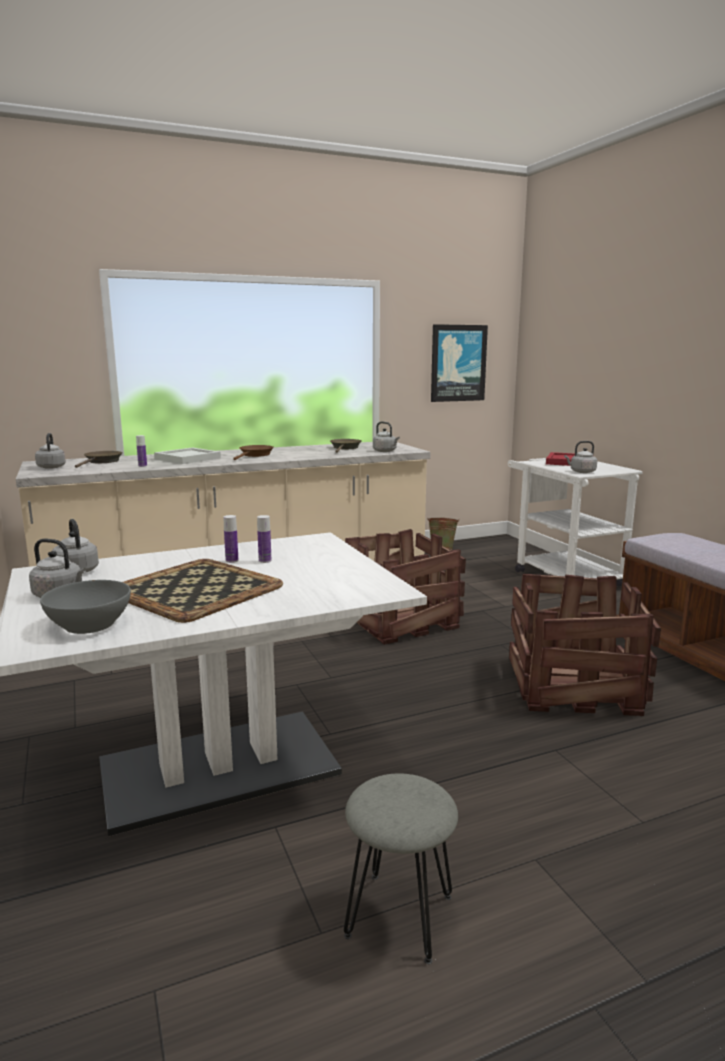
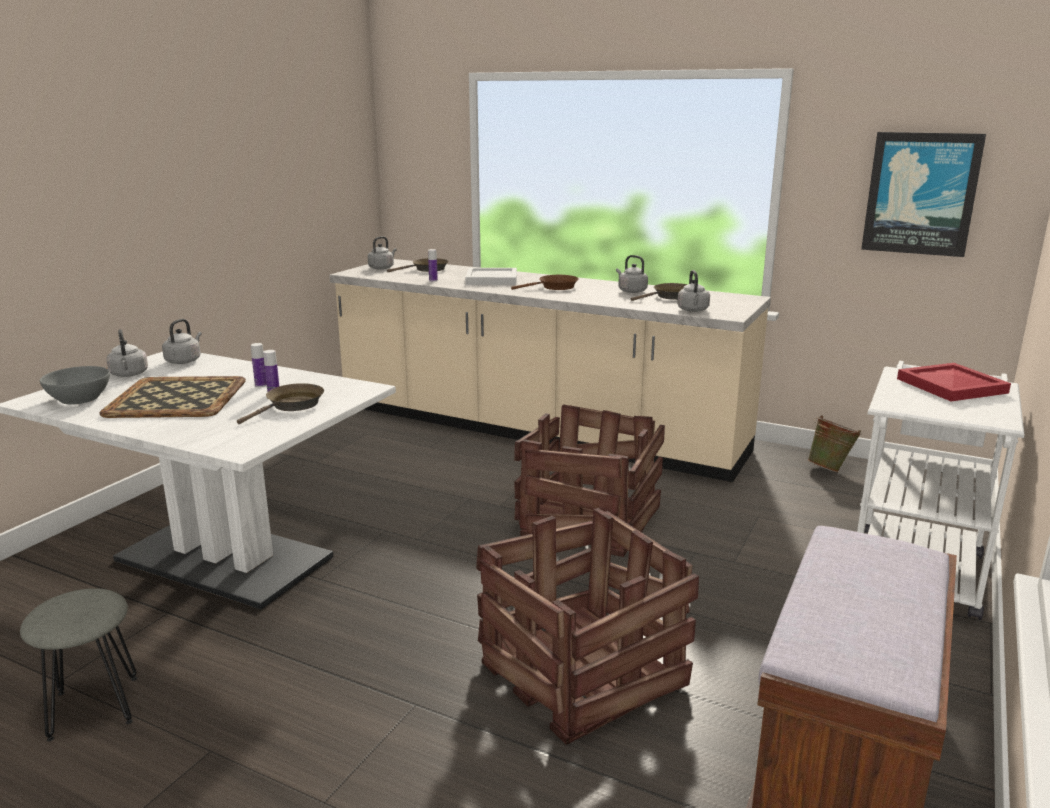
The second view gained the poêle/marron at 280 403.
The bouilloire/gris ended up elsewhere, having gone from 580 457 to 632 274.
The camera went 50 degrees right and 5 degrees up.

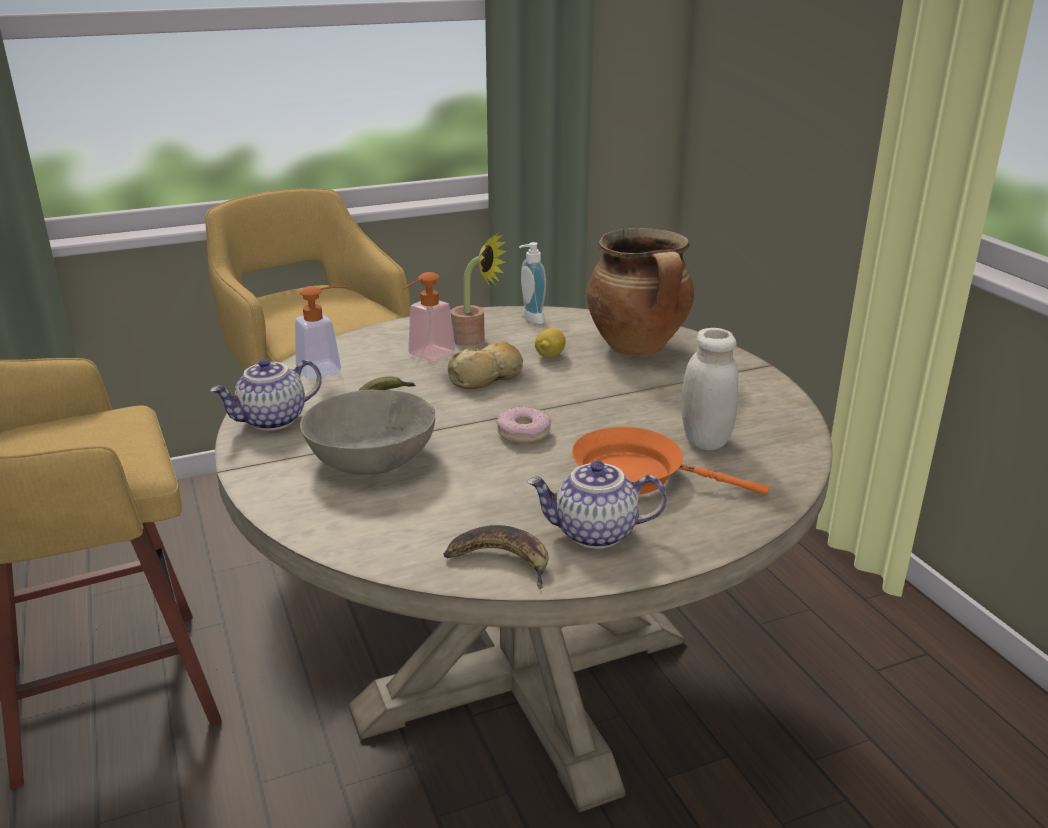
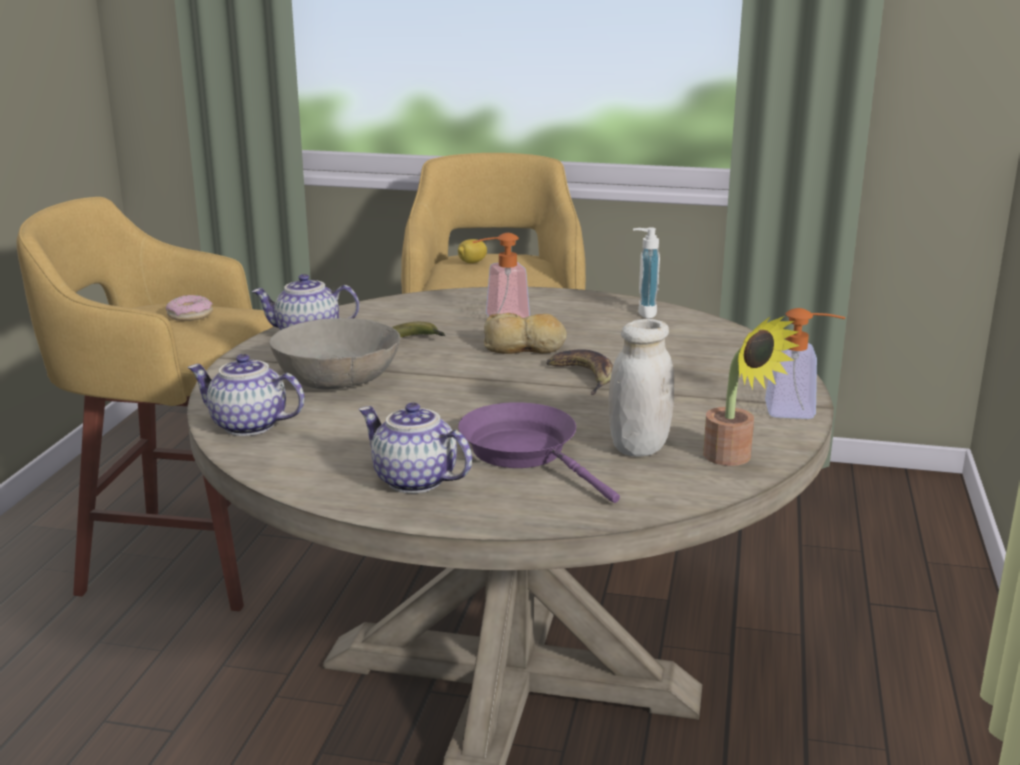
The second view lost the marmite at 640 292.
The second view gained the théière at 245 395.
The distributeur de savon ended up elsewhere, having gone from 320 332 to 805 363.
The banane ended up elsewhere, having gone from 496 557 to 579 372.
The plante en pot ended up elsewhere, having gone from 479 289 to 751 391.
The beignet ended up elsewhere, having gone from 523 425 to 189 308.
The citron ended up elsewhere, having gone from 550 343 to 472 251.
What was the poêle/orange at 670 461 turned into the poêle/violet at 539 452.
The camera went 35 degrees right and 5 degrees down.

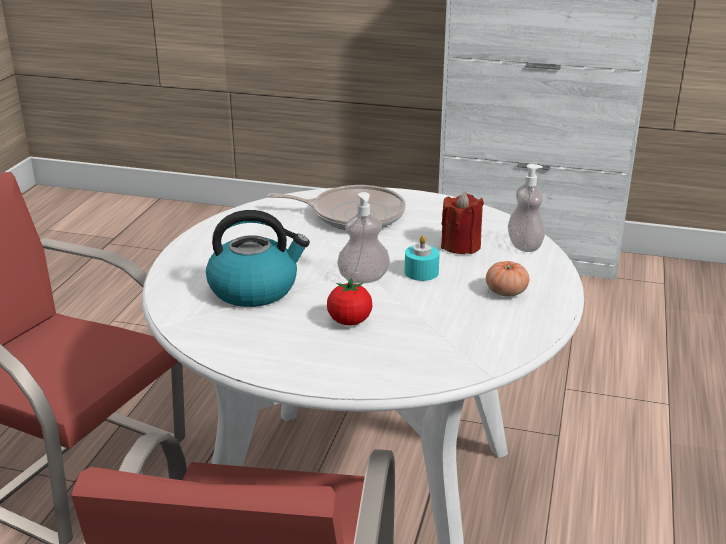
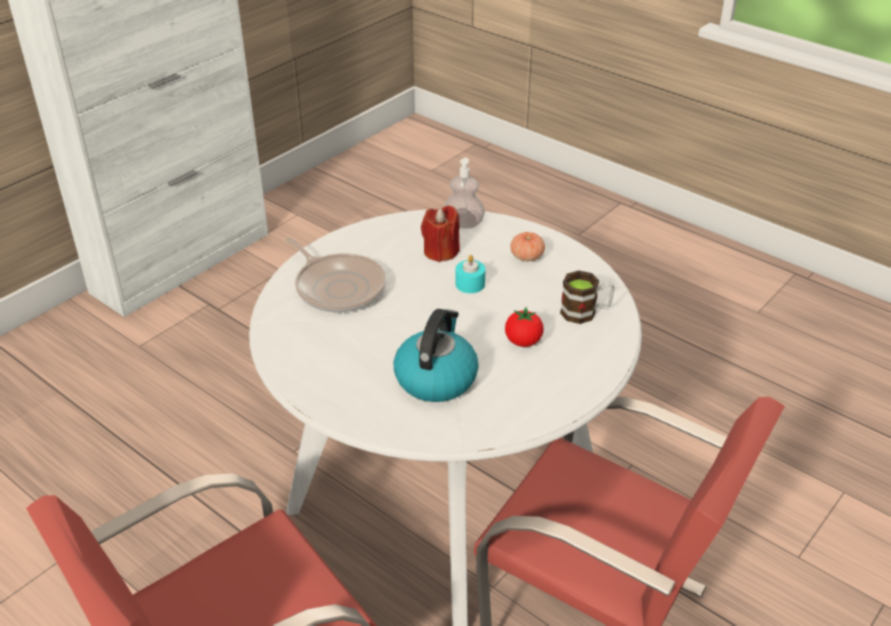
The second view lost the distributeur de savon at 363 238.
The second view gained the mug at 587 297.
The poêle at 336 207 ended up facing another way, 105 degrees clockwise from before.
The camera went 65 degrees left and 10 degrees up.

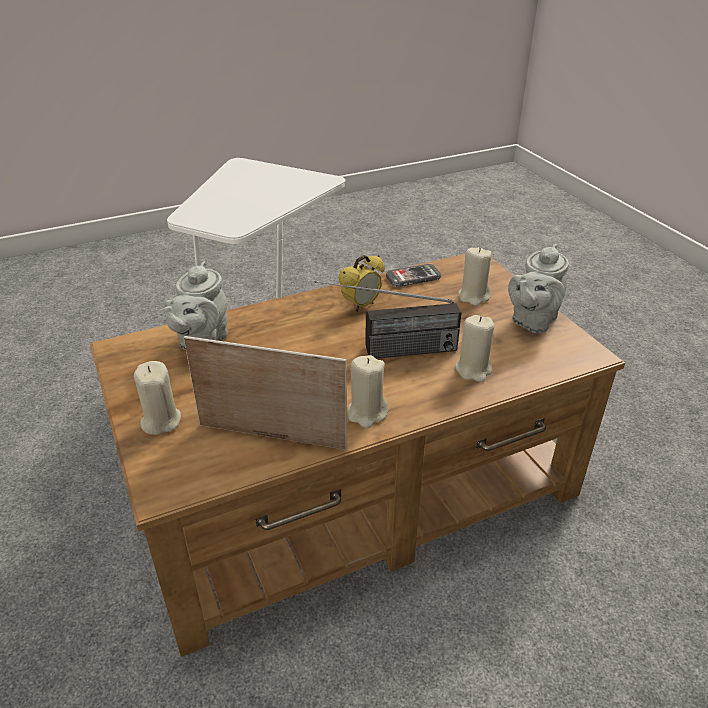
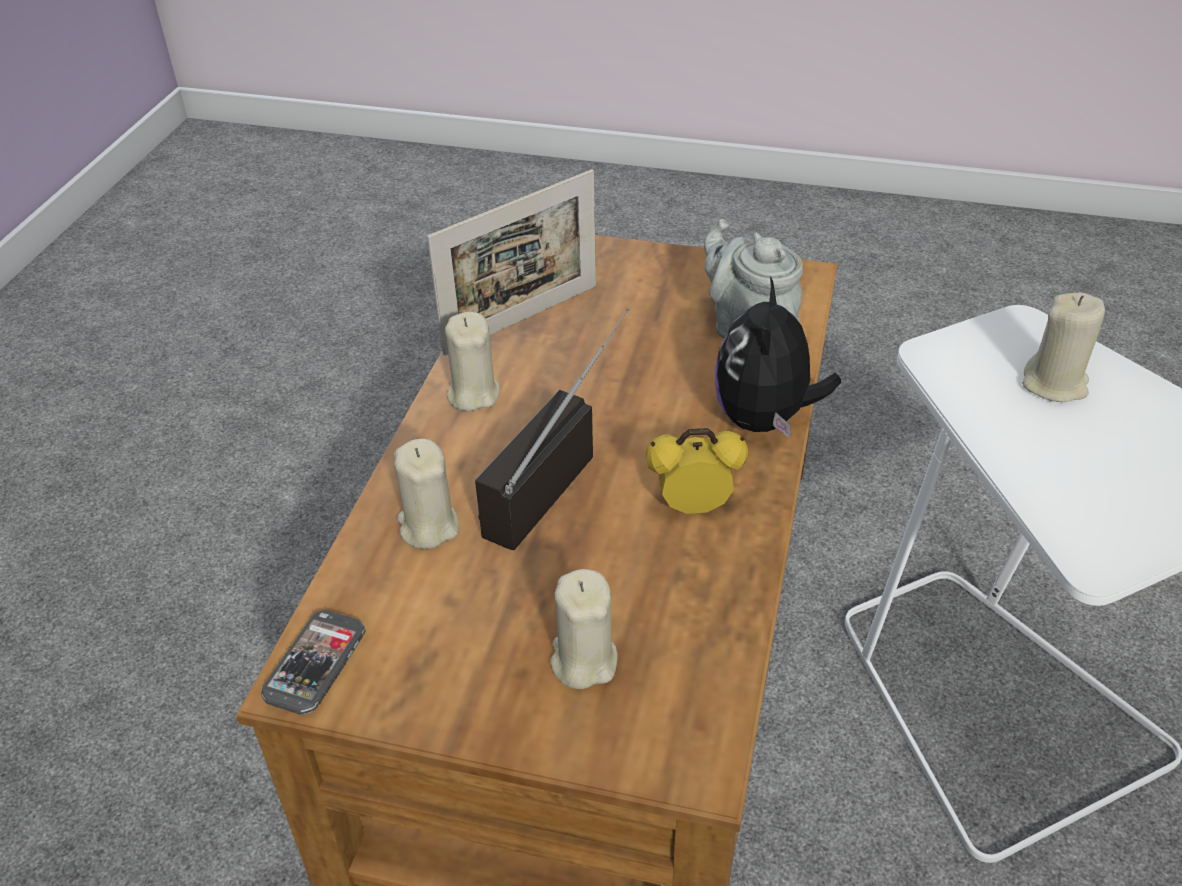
The second view lost the théière/gris at 538 288.
The second view gained the peluche at 778 357.
The bougie/beige ended up elsewhere, having gone from 157 398 to 1063 347.
The téléphone ended up elsewhere, having gone from 413 275 to 313 662.
The réveil at 362 283 ended up facing another way, 90 degrees clockwise from before.
The camera went 130 degrees right and 5 degrees up.

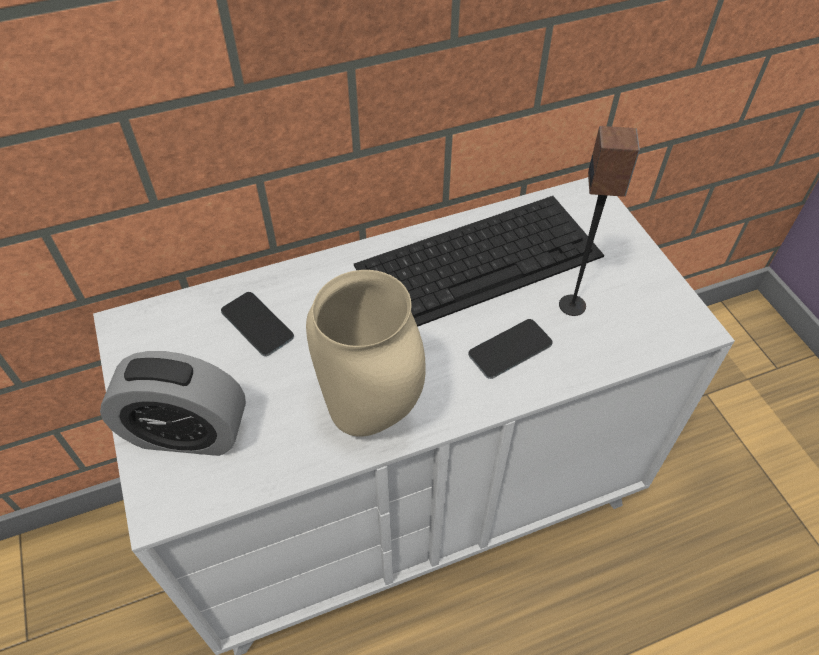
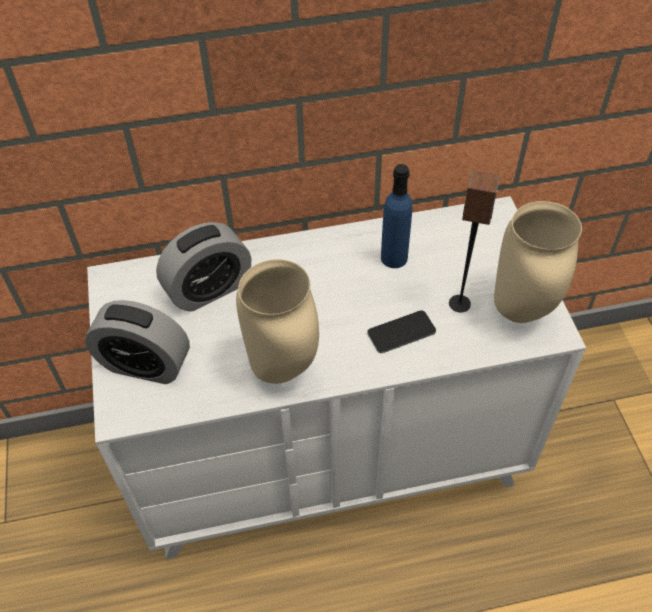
The second view gained the vase/beige at 538 262.
Where the téléphone stood at 257 324, the réveil came to stand at 203 266.
Where the clavier stood at 479 261, the bouteille/bleu came to stand at 397 216.
The camera went 10 degrees right and 0 degrees up.

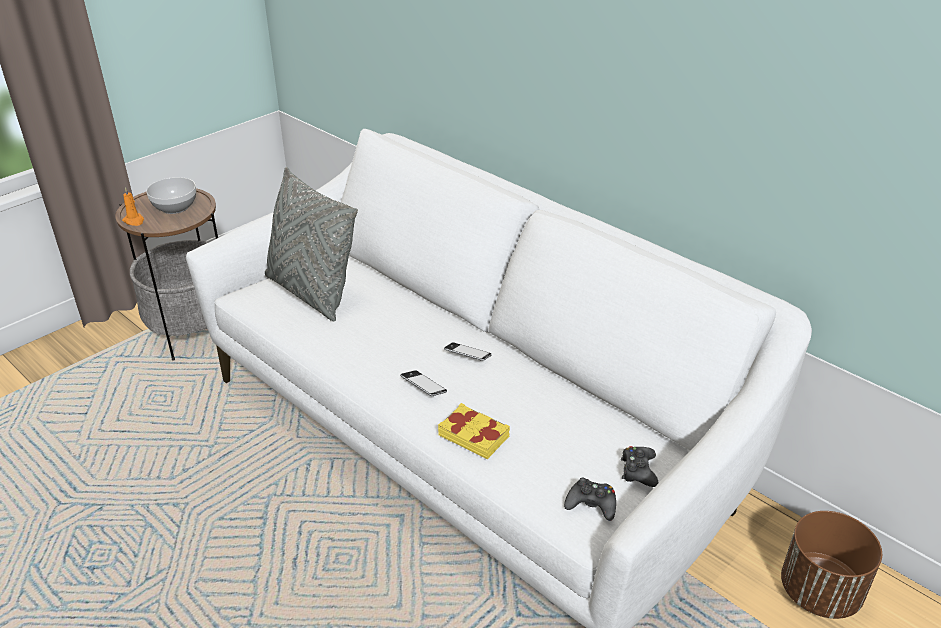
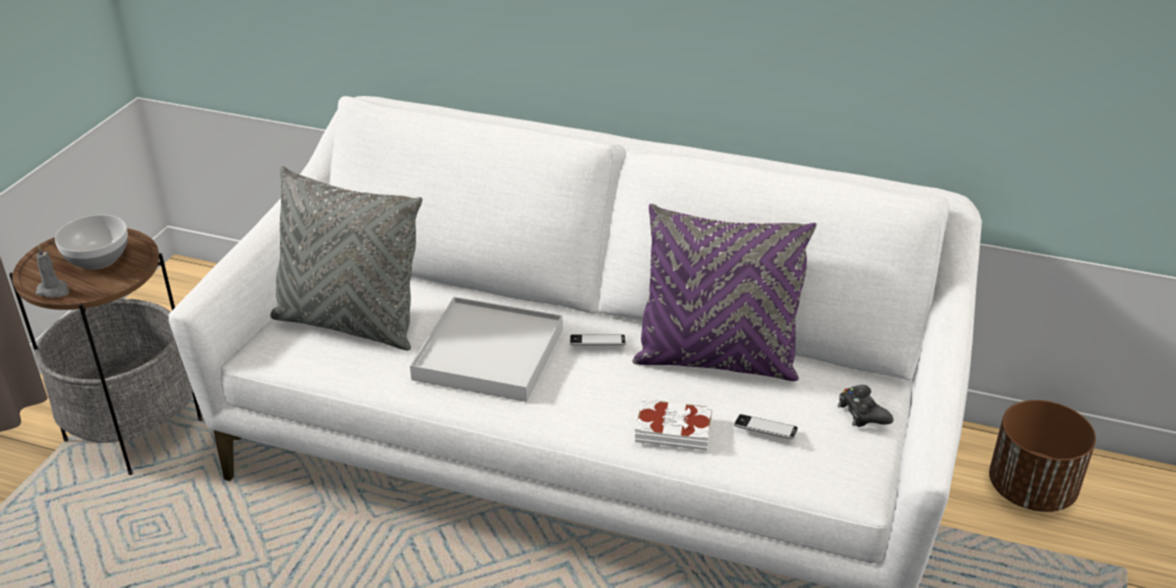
The second view lost the manette/noir at 590 499.
The second view gained the plateau/blanc at 486 349.
The second view gained the coussin/violet at 724 292.
The téléphone ended up elsewhere, having gone from 424 383 to 766 426.
What was the bougie/orange at 133 206 turned into the bougie/gris at 52 271.
What was the livre/jaune at 474 431 turned into the livre/blanc at 674 424.
The camera went 25 degrees left and 0 degrees up.

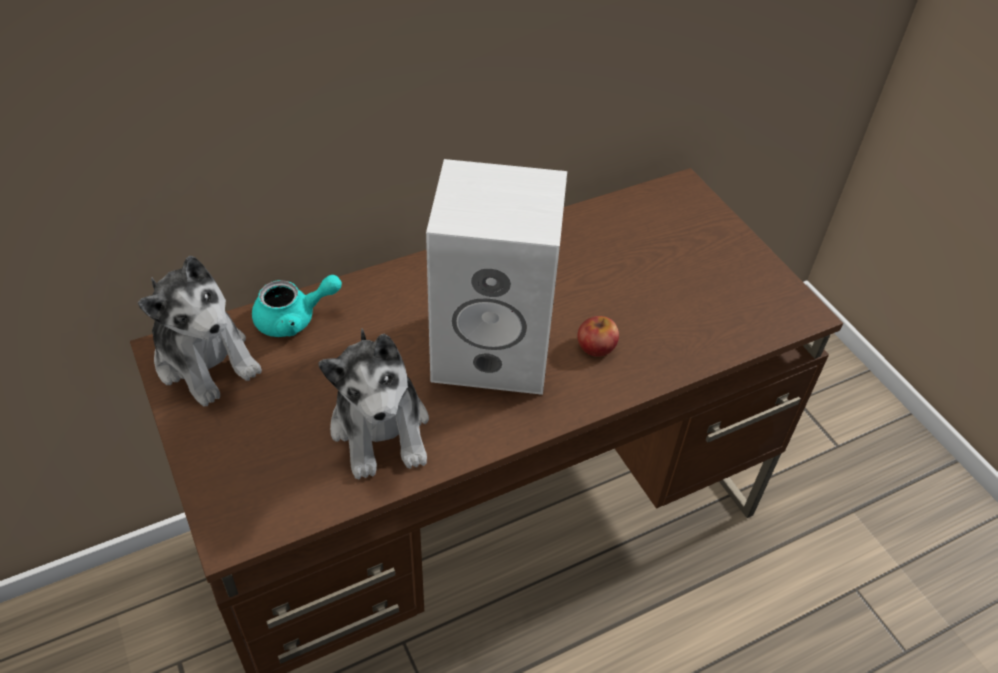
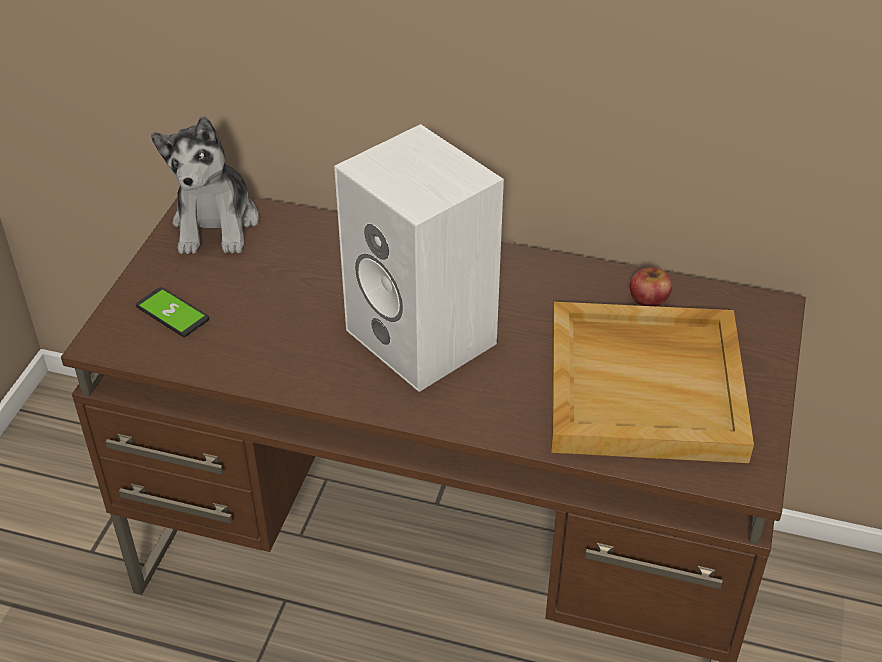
The second view lost the théière/turquoise at 297 306.
The second view lost the peluche at 373 404.
The second view gained the téléphone at 172 312.
The second view gained the plateau/beige at 652 382.
The pomme ended up elsewhere, having gone from 598 336 to 651 286.
The camera went 45 degrees right and 5 degrees down.

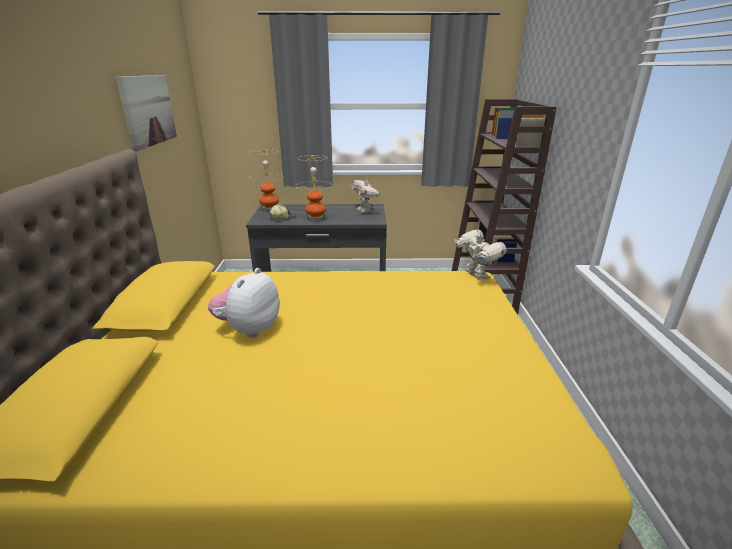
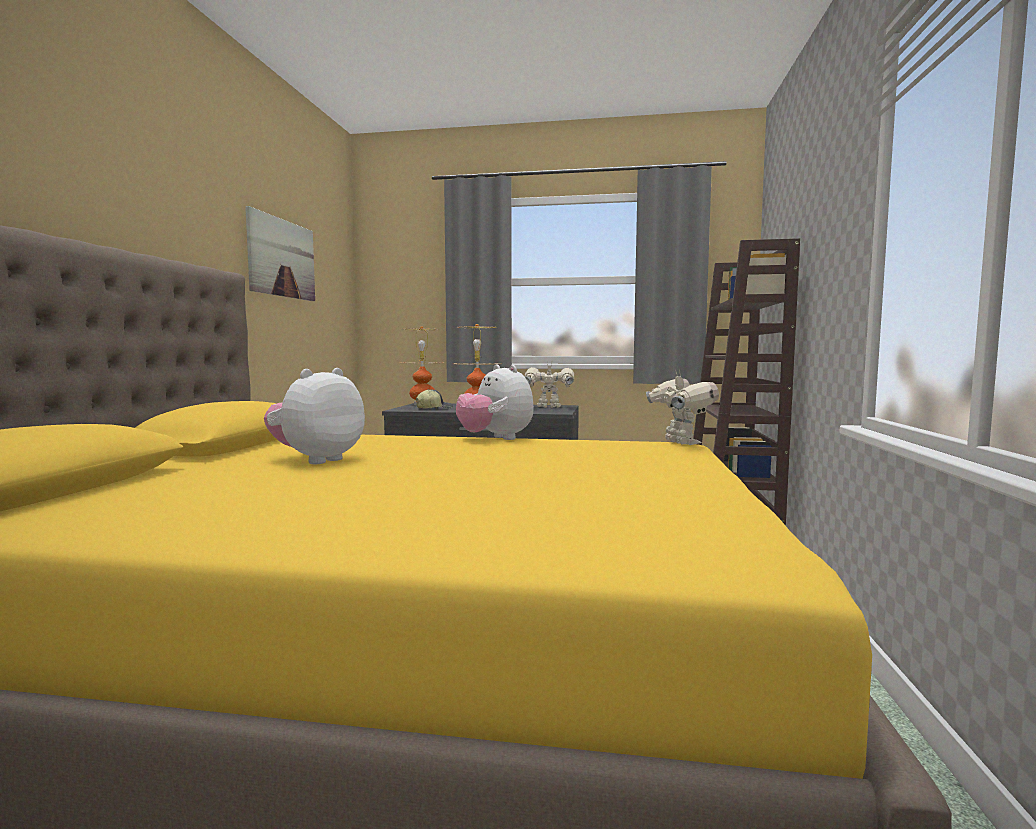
The second view gained the peluche at 495 402.
The robot jouet at 366 195 ended up facing another way, 105 degrees clockwise from before.
The camera went 10 degrees right and 20 degrees down.

